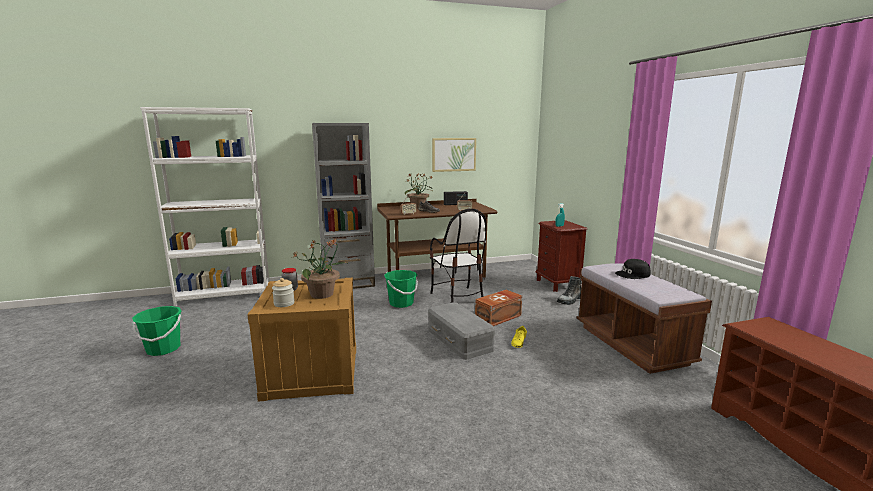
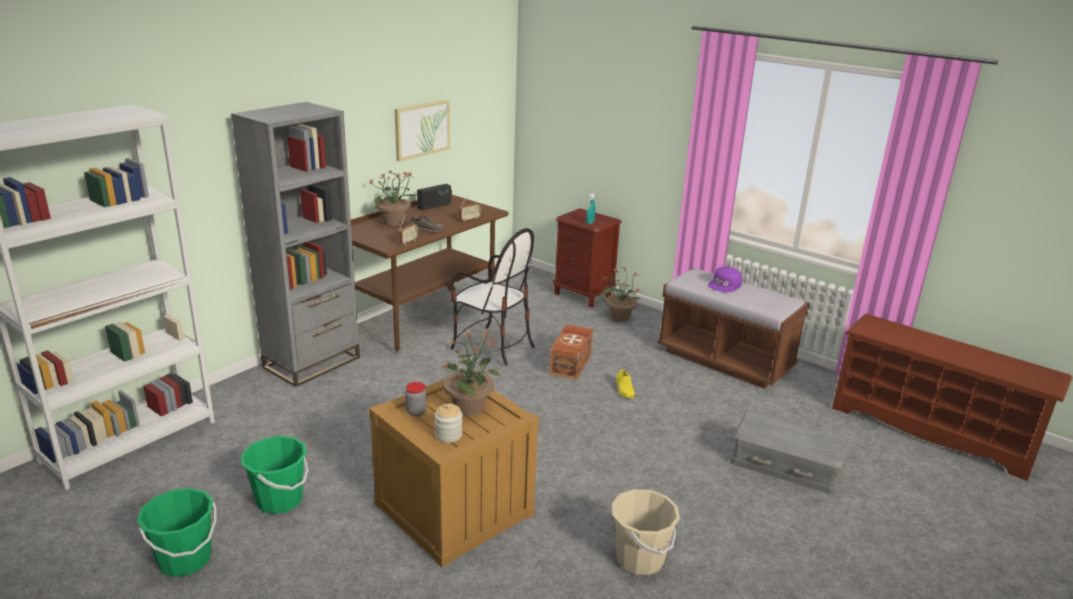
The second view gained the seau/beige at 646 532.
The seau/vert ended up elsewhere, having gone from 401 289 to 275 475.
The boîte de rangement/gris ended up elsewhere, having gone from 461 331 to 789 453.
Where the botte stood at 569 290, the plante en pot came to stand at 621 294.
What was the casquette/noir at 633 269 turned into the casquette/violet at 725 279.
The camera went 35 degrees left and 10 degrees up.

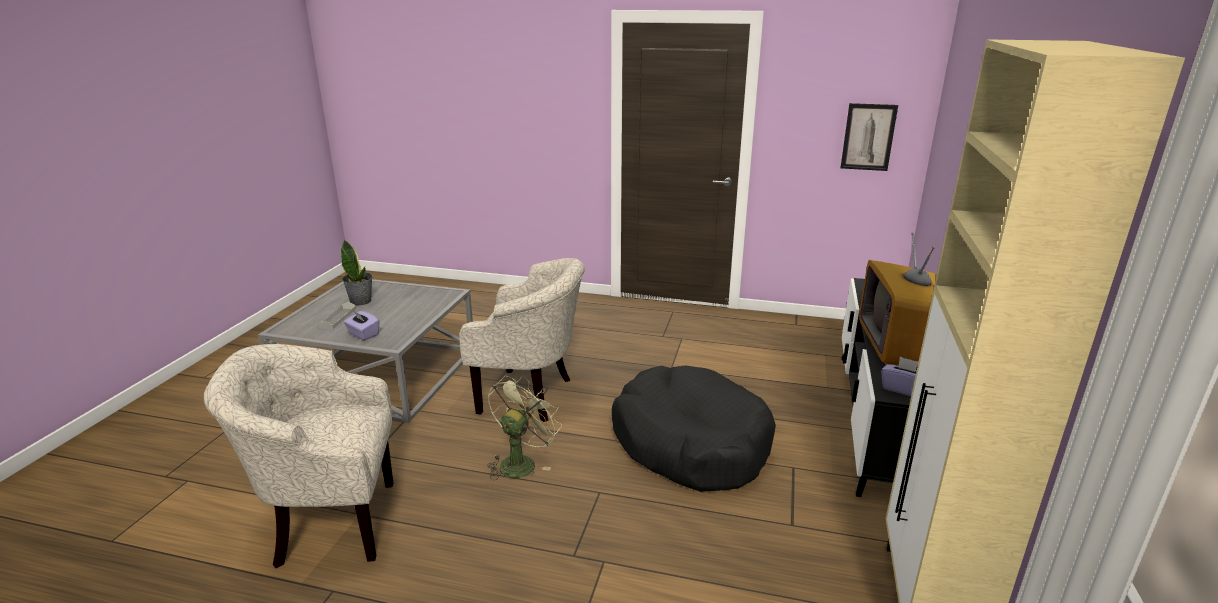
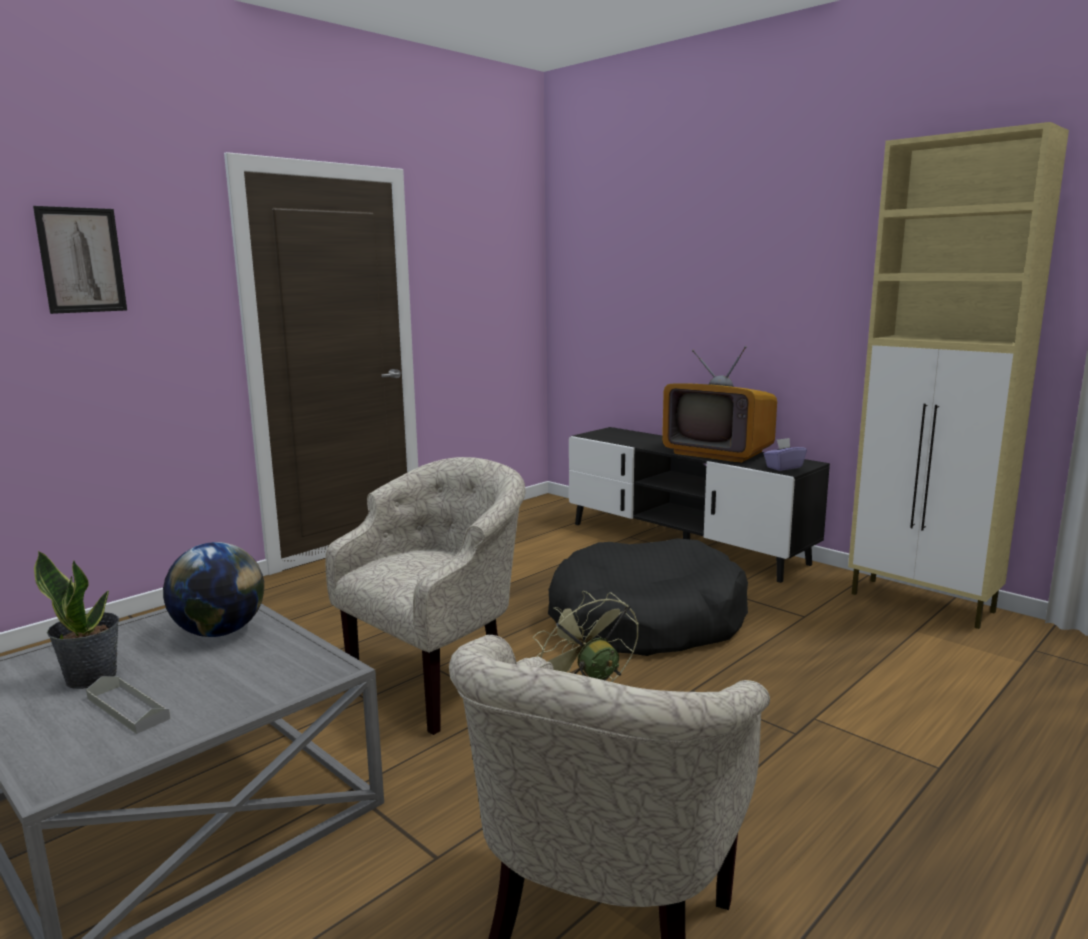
The second view lost the boîte à mouchoirs/violet at 362 325.
The second view gained the globe at 213 589.
The tableau ended up elsewhere, having gone from 869 137 to 80 260.
The camera went 60 degrees left and 10 degrees down.

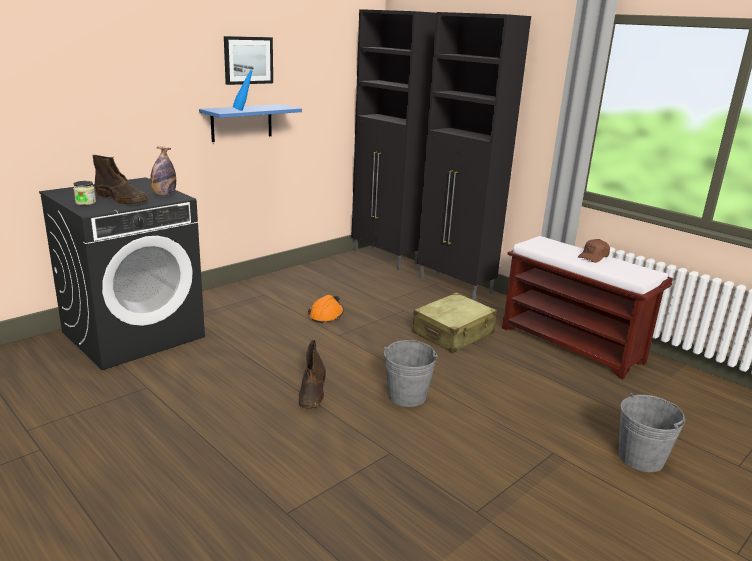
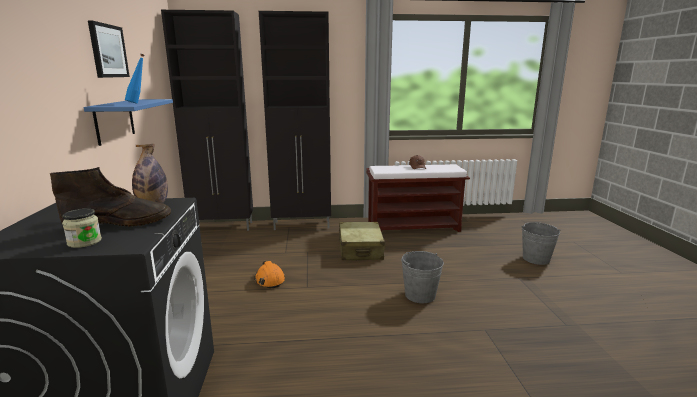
The second view lost the botte/marron at 312 374.
The camera went 50 degrees left and 5 degrees down.

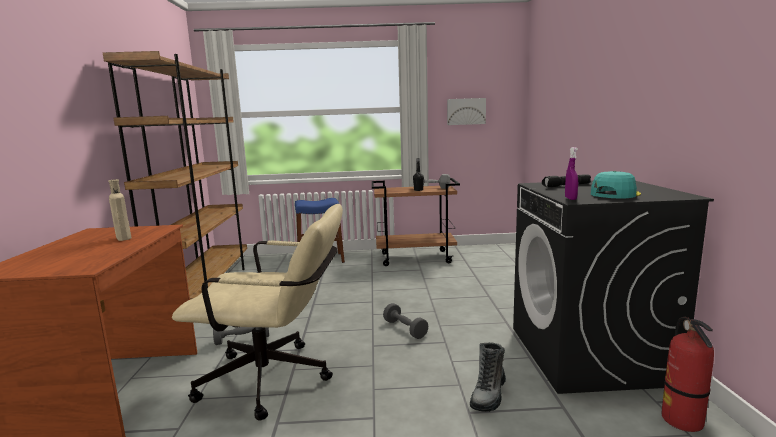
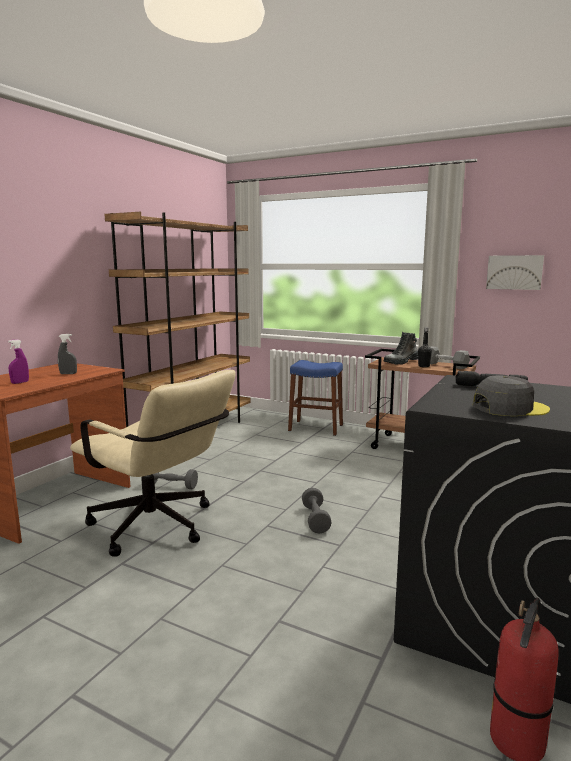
The botte ended up elsewhere, having gone from 488 377 to 400 348.
The vaporisateur/violet ended up elsewhere, having gone from 571 173 to 18 361.
Where the bouteille/beige stood at 120 210, the vaporisateur/gris came to stand at 67 354.
What was the casquette/turquoise at 616 185 turned into the casquette/gris at 511 395.
The camera went 30 degrees right and 0 degrees up.

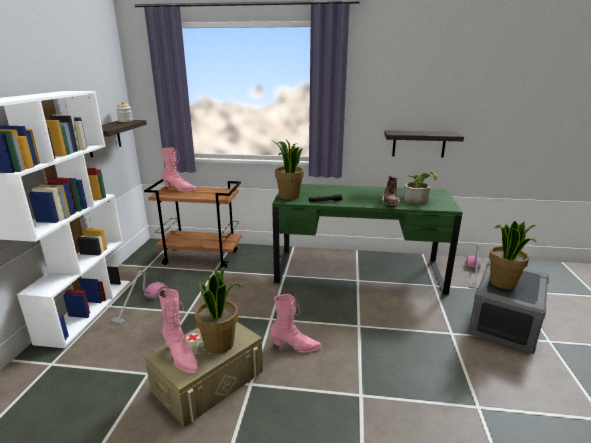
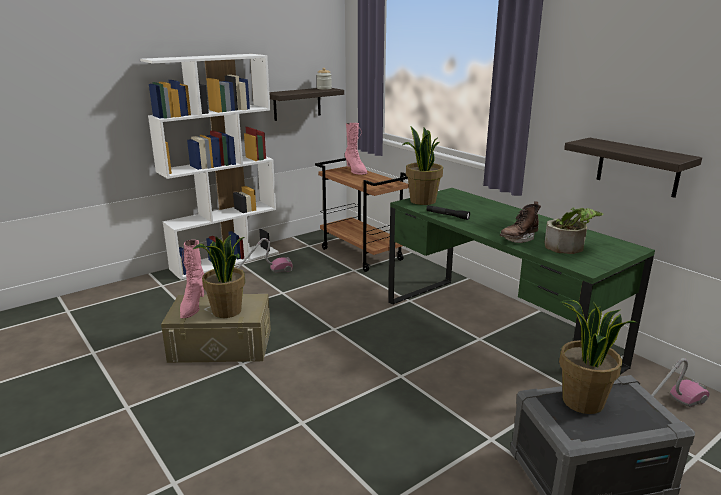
The second view lost the botte/rose at 296 323.
The camera went 45 degrees right and 0 degrees up.

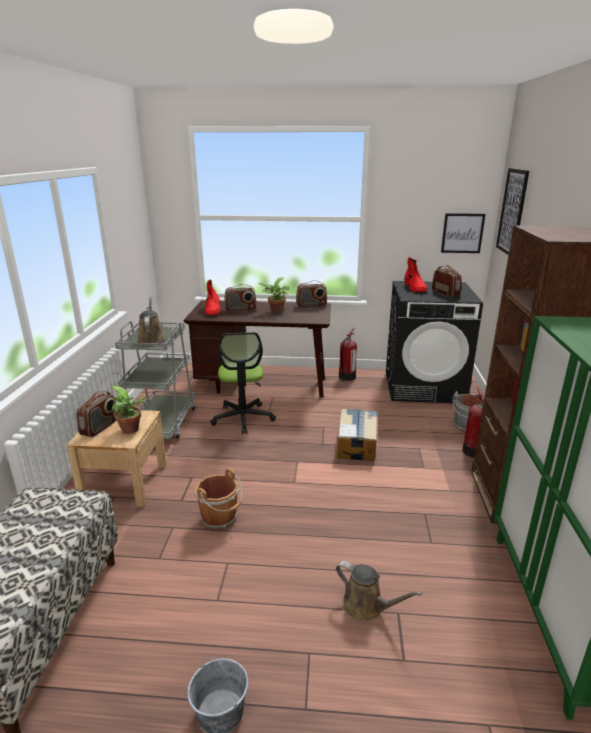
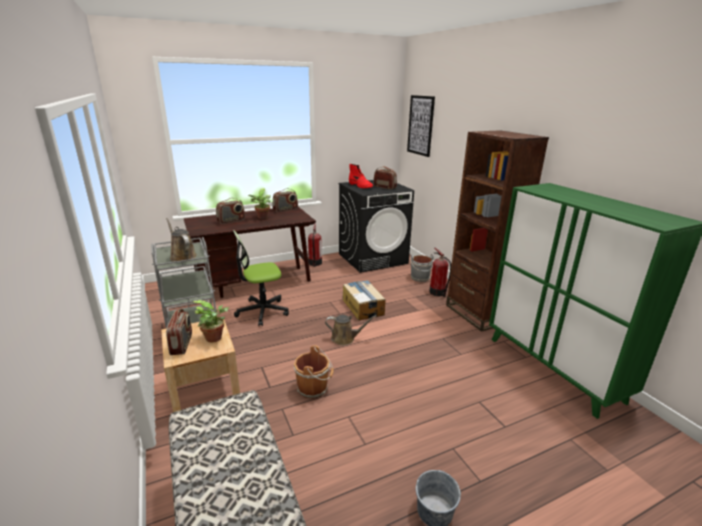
The second view lost the botte/rouge at 213 297.
The second view lost the tableau at 463 233.
The arrosoir/marron ended up elsewhere, having gone from 379 591 to 351 330.
The chaise de bureau at 243 383 ended up facing another way, 105 degrees clockwise from before.
The camera went 30 degrees left and 0 degrees up.

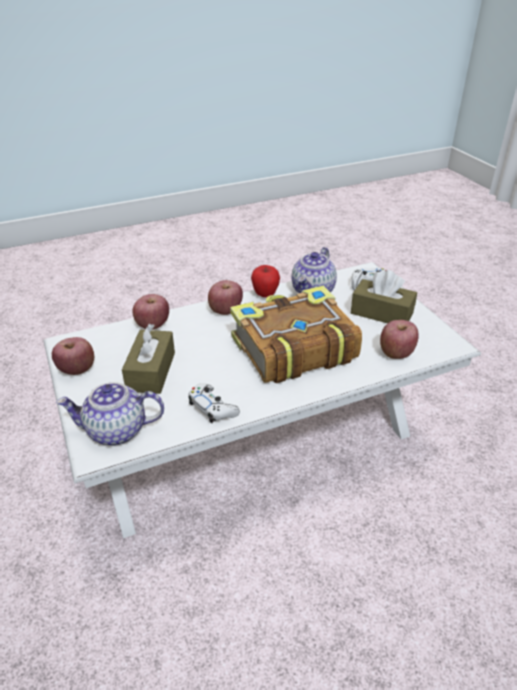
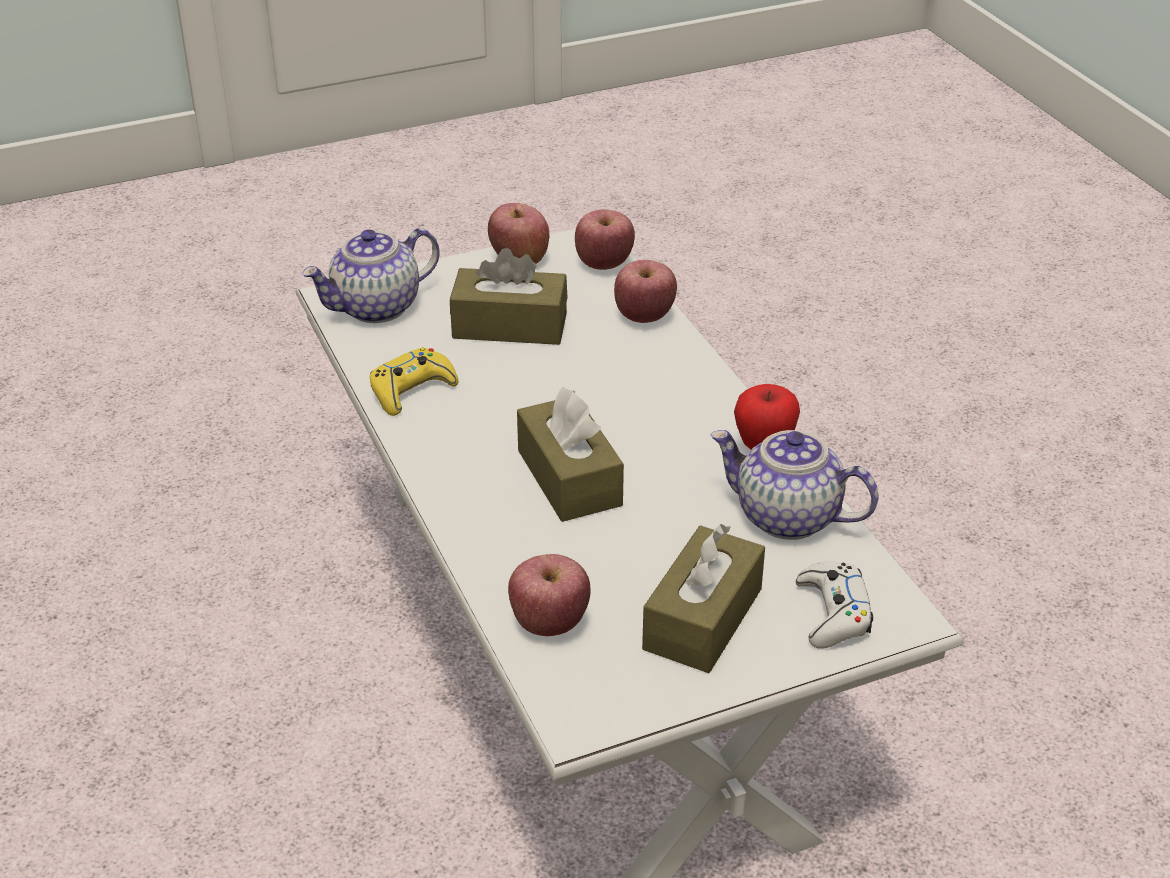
The pomme ended up elsewhere, having gone from 225 297 to 605 239.
Where the livre stood at 296 334, the boîte à mouchoirs/marron came to stand at 570 454.
What was the manette/blanc at 214 403 turned into the manette/jaune at 414 381.
The théière at 110 413 ended up facing another way, 120 degrees counterclockwise from before.
The camera went 90 degrees right and 0 degrees up.

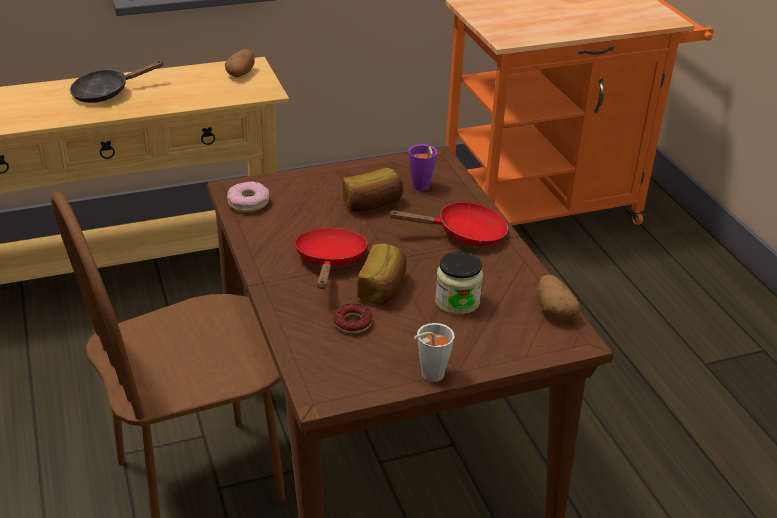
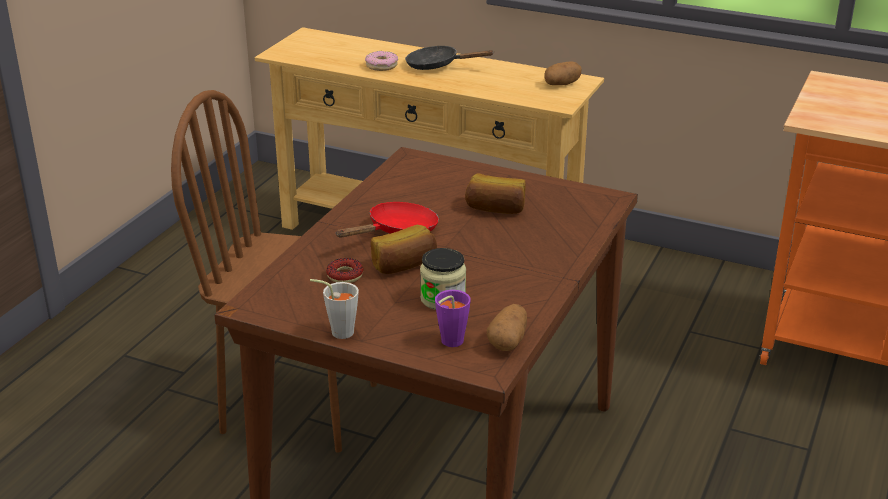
The second view lost the poêle/rouge at 448 224.
The beignet ended up elsewhere, having gone from 248 196 to 381 61.
The tasse/violet ended up elsewhere, having gone from 422 167 to 453 318.
The camera went 45 degrees right and 5 degrees down.

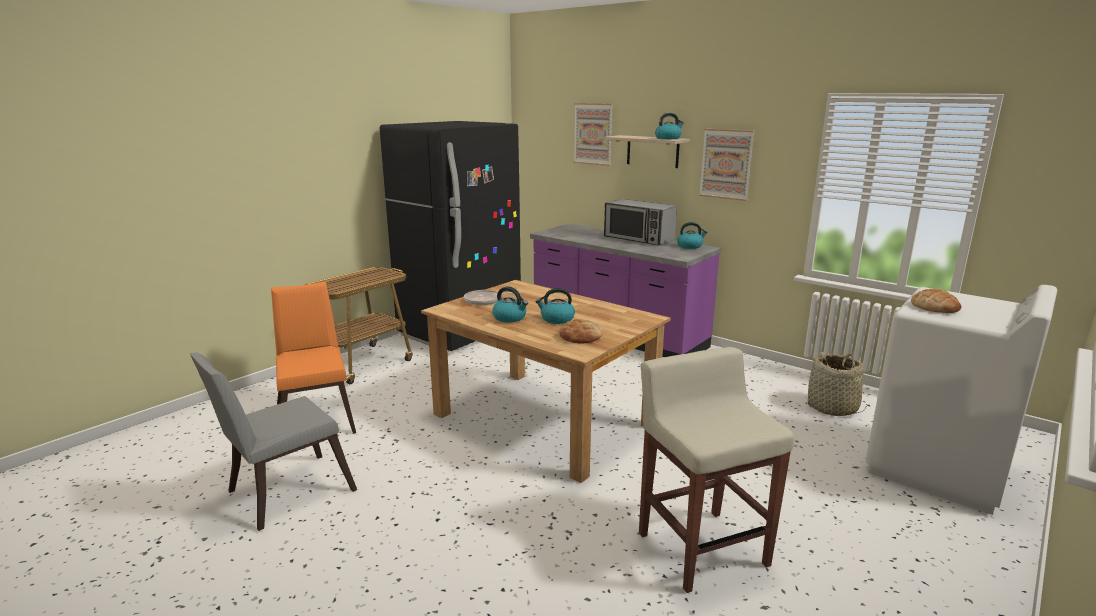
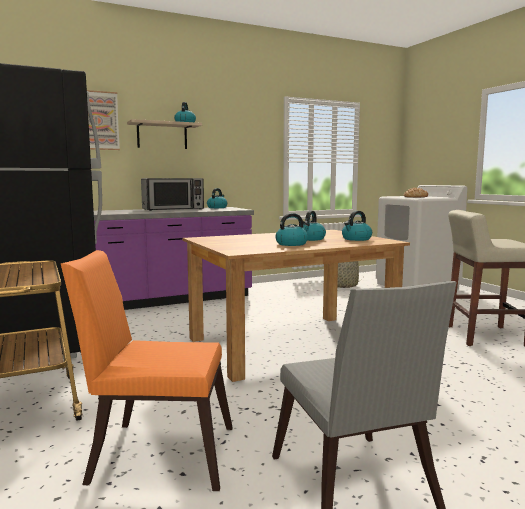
The second view lost the poêle at 493 297.
The second view lost the tableau at 727 165.
Where the pain stood at 580 331, the bouilloire came to stand at 357 226.
The camera went 65 degrees left and 10 degrees down.

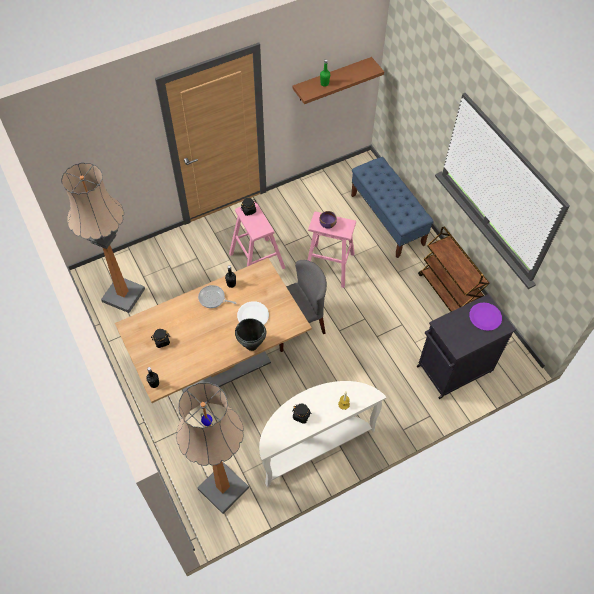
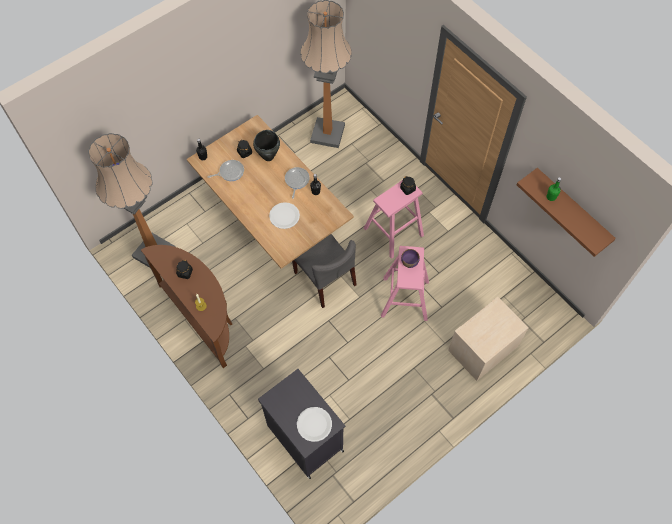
The second view lost the chariot/marron at 454 269.
The second view gained the poêle at 225 170.
The marmite/noir ended up elsewhere, having gone from 250 334 to 266 145.
Where the banc/bleu stood at 392 207, the table de chevet/beige came to stand at 488 339.
What was the table console/blanc at 322 434 turned into the table console/marron at 186 306.
What was the assiette/violet at 485 316 turned into the assiette/blanc at 314 424.
The camera went 80 degrees right and 5 degrees up.

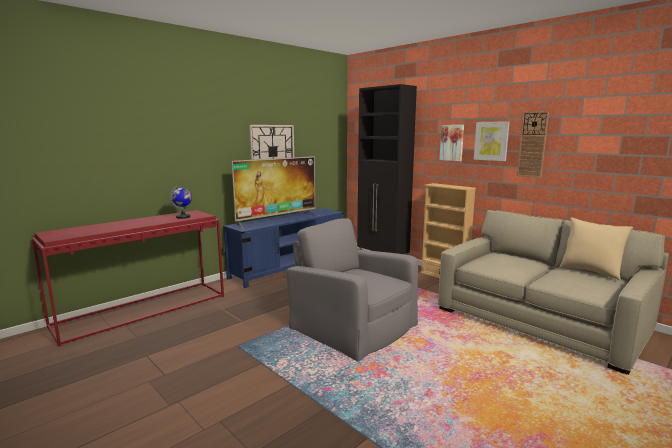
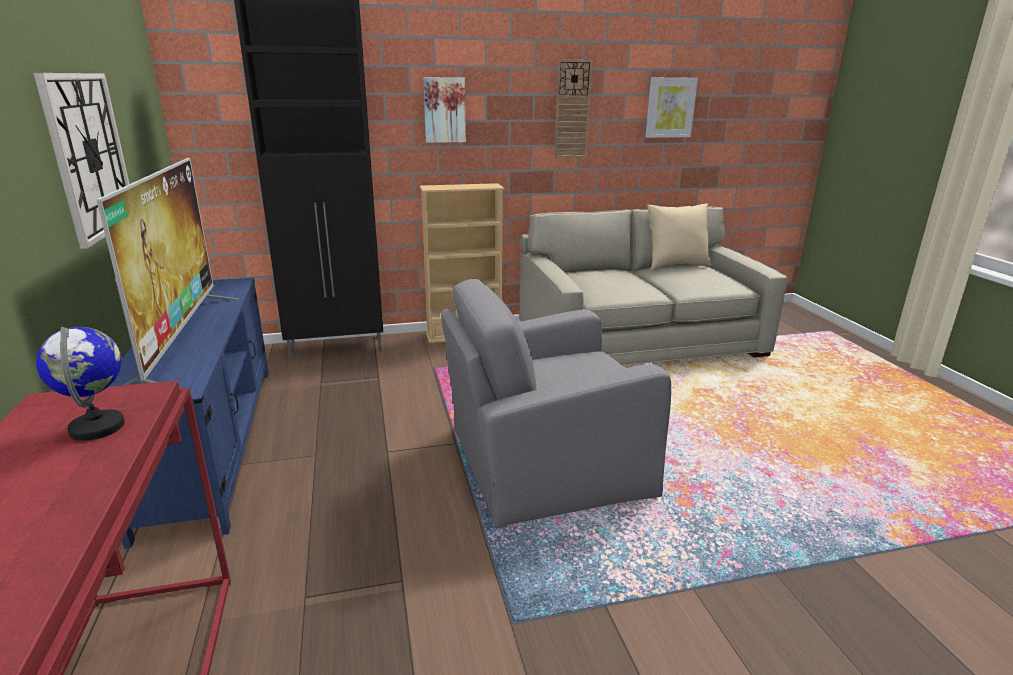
The tableau ended up elsewhere, having gone from 492 141 to 671 107.
The camera went 60 degrees left and 10 degrees up.

